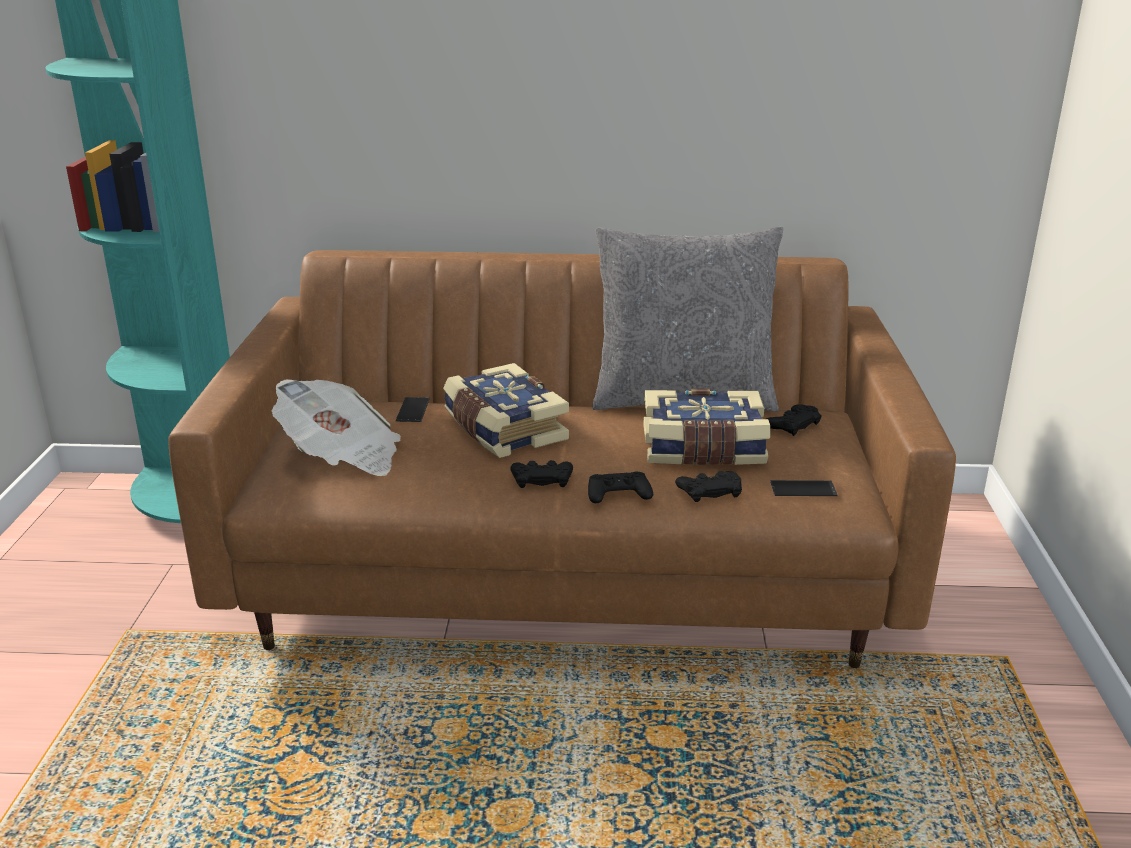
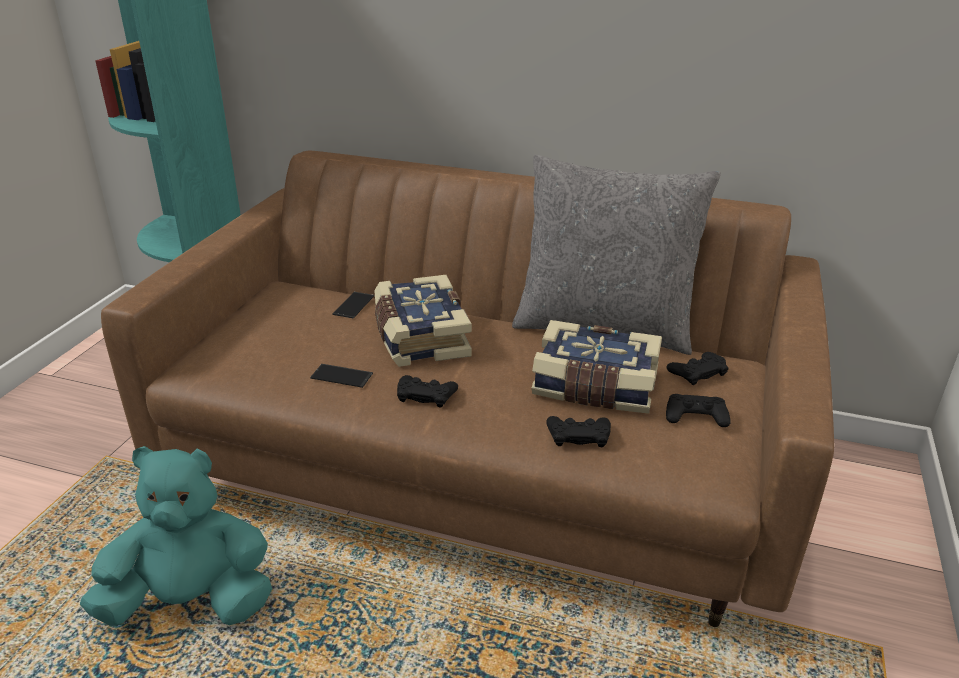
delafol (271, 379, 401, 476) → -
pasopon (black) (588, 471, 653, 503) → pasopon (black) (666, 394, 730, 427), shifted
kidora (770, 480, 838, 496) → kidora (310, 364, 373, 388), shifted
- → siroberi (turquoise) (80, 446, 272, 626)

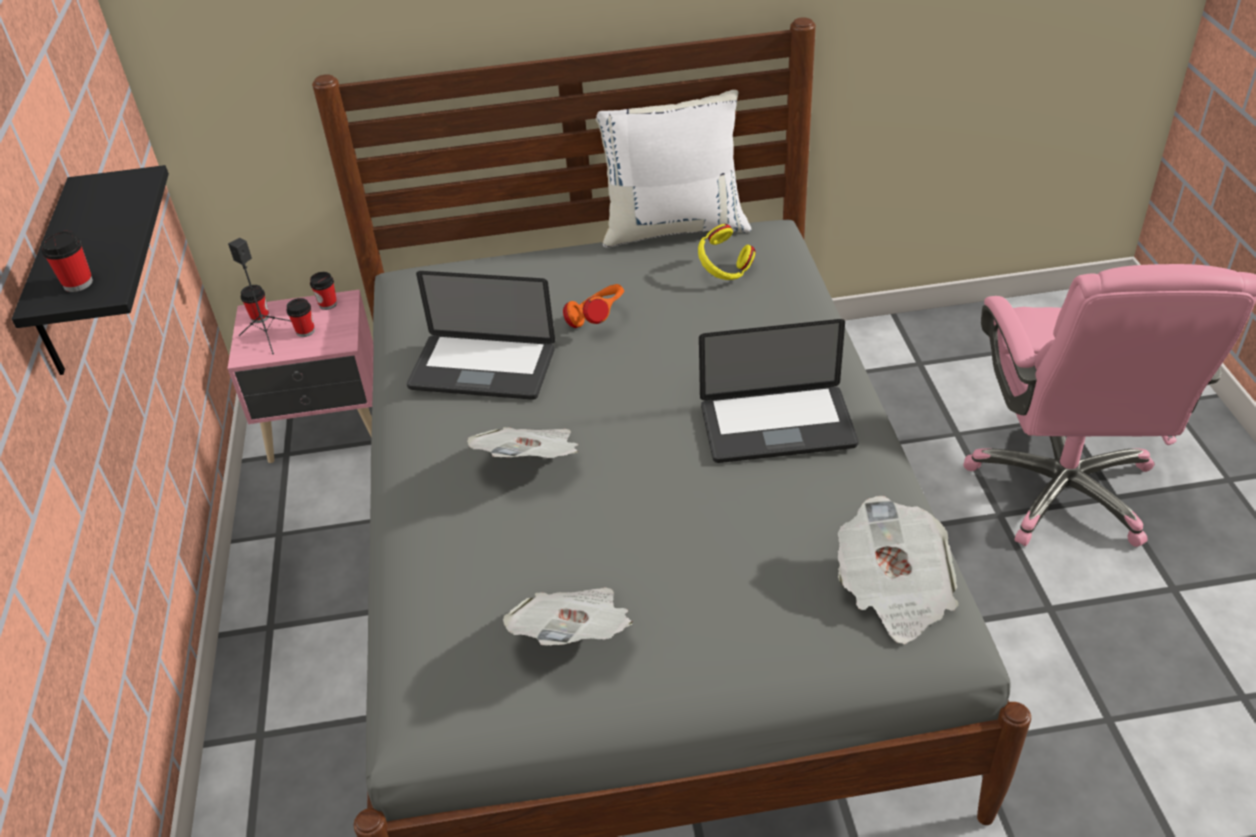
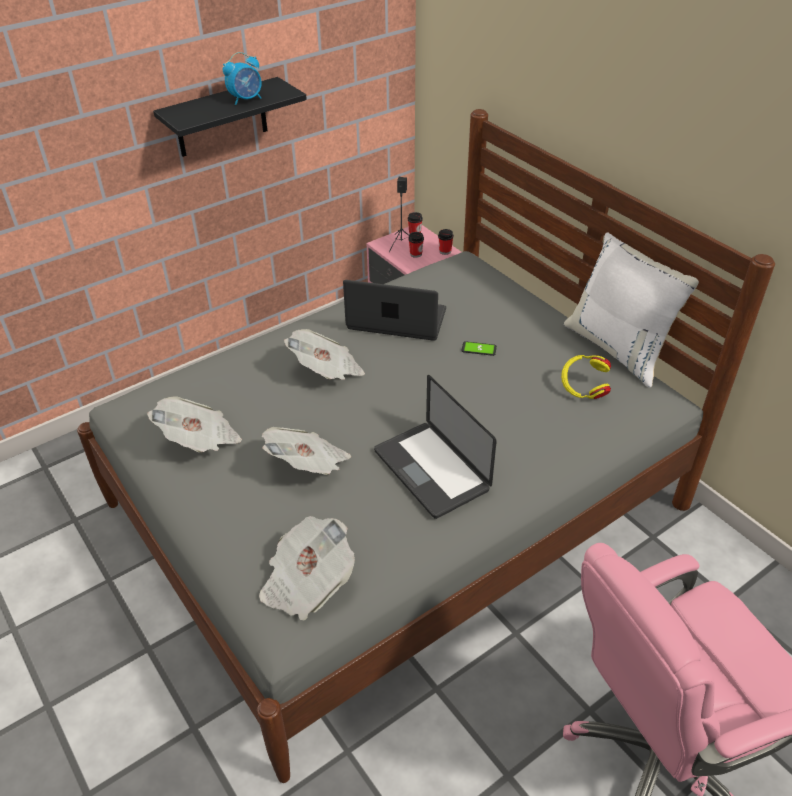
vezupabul (41, 231, 93, 292) → -
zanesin (407, 271, 555, 400) → zanesin (343, 280, 446, 341), 120 degrees clockwise
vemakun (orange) (563, 284, 624, 328) → kidora (461, 341, 497, 356)
- → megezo (223, 52, 262, 105)
- → delafol (262, 427, 351, 475)

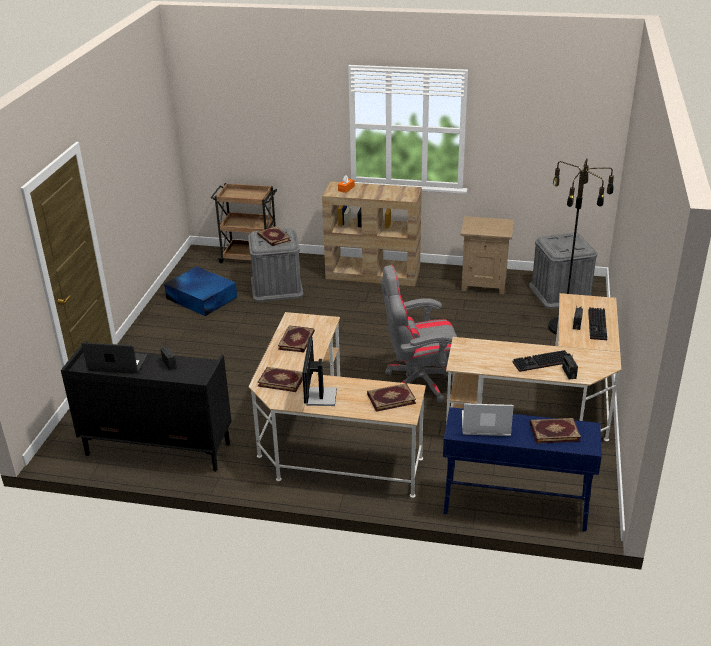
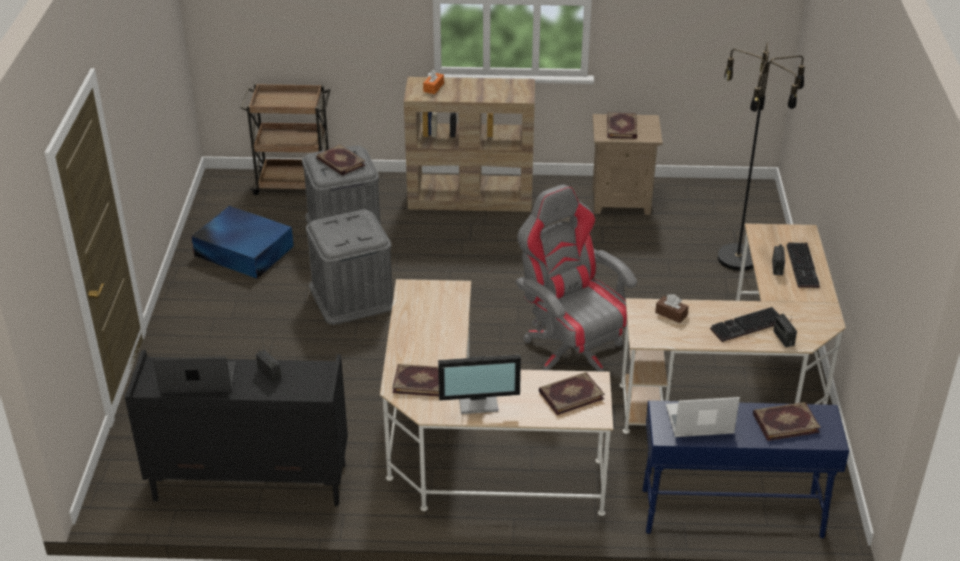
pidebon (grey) (529, 233, 597, 309) → pidebon (grey) (306, 209, 393, 325), shifted
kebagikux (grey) (381, 265, 457, 402) → kebagikux (grey) (516, 184, 637, 372), 75 degrees clockwise
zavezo (278, 325, 315, 353) → zavezo (607, 112, 637, 139), shifted
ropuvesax (302, 337, 337, 406) → ropuvesax (438, 355, 521, 414), 90 degrees counterclockwise
- → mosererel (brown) (655, 294, 689, 323)

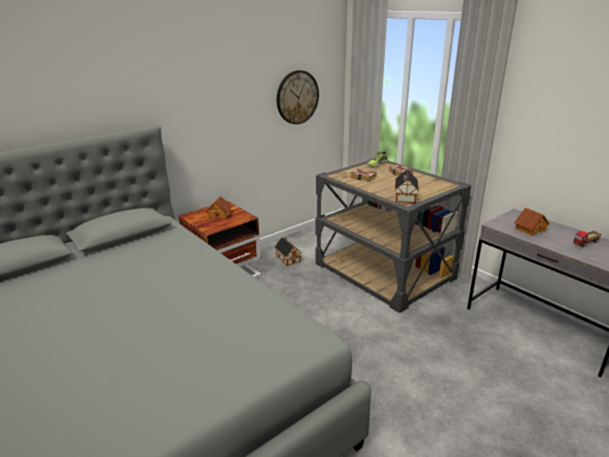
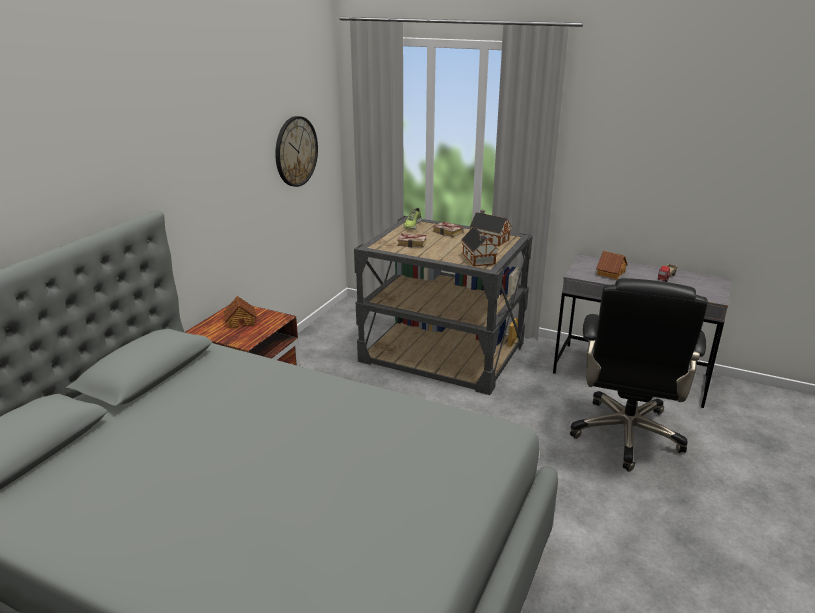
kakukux (275, 236, 302, 266) → kakukux (470, 210, 512, 247), shifted
- → kebagikux (black) (570, 278, 708, 472)

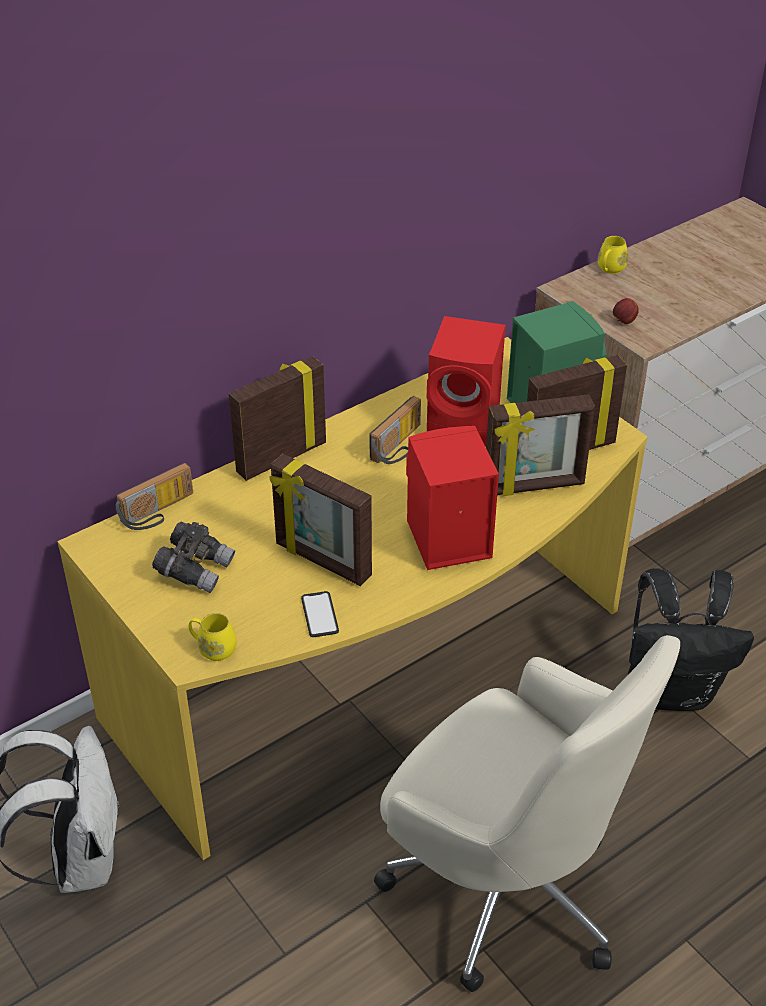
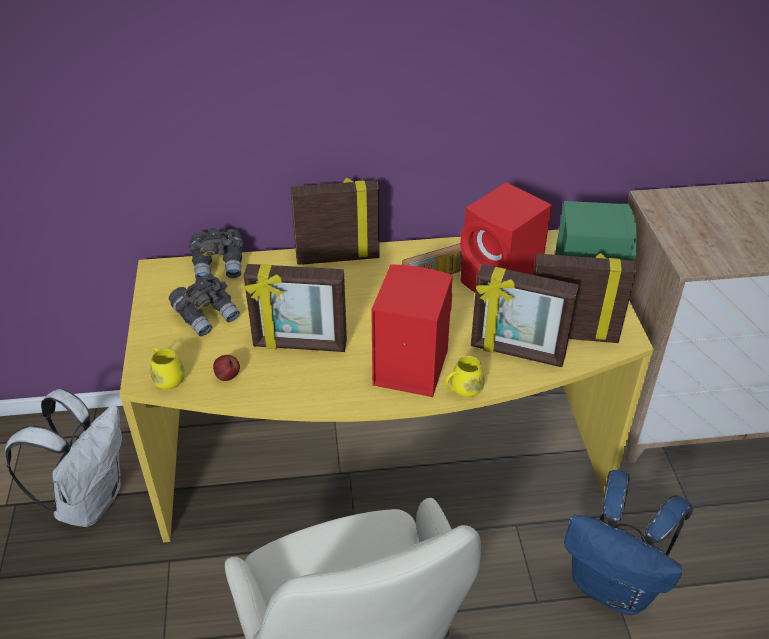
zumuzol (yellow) (598, 236, 628, 274) → zumuzol (yellow) (445, 356, 485, 397), shifted
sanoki (613, 298, 639, 324) → sanoki (213, 355, 240, 381), shifted
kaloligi (269, 454, 372, 586) → kaloligi (244, 264, 347, 352), 60 degrees counterclockwise
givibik (116, 463, 193, 530) → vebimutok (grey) (189, 228, 243, 278)
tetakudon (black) (628, 568, 754, 711) → tetakudon (blue) (564, 470, 693, 615)
kidora (301, 591, 339, 637) → -

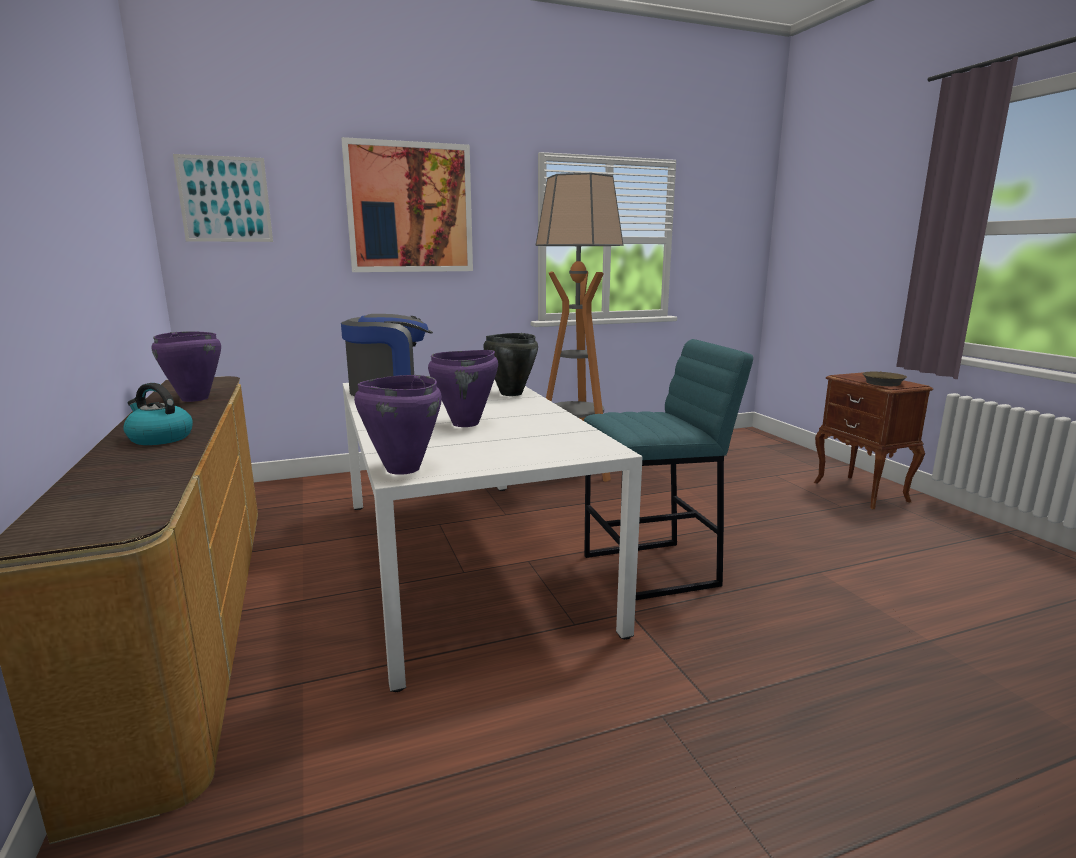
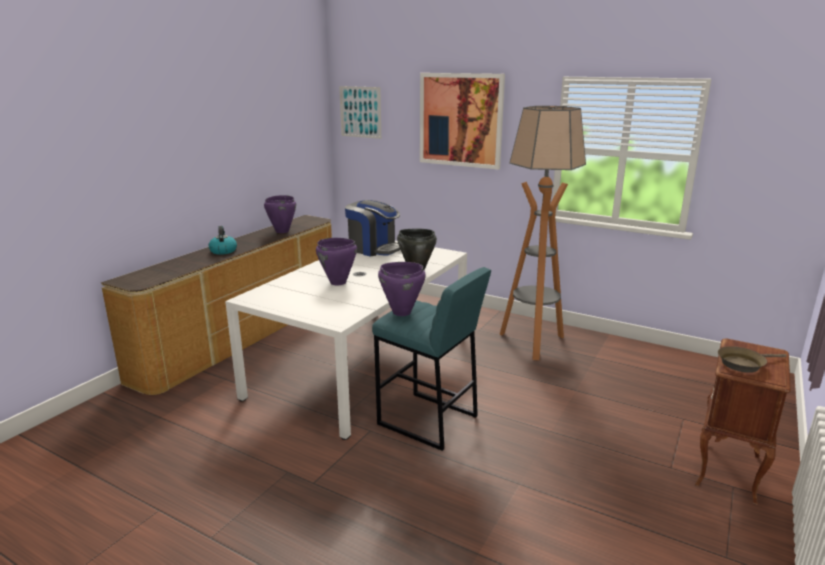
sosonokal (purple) (354, 375, 442, 475) → sosonokal (purple) (378, 262, 426, 316), shifted

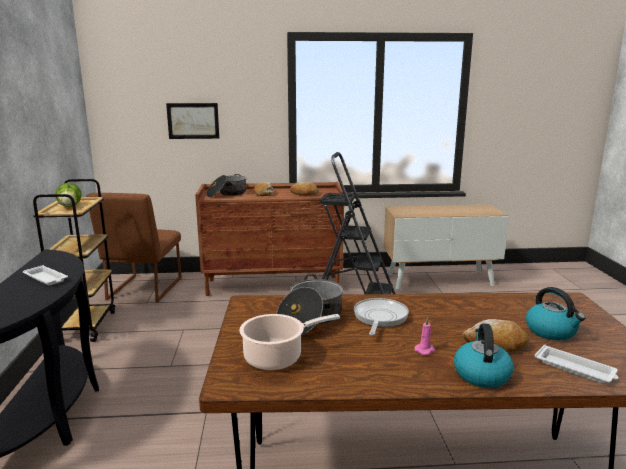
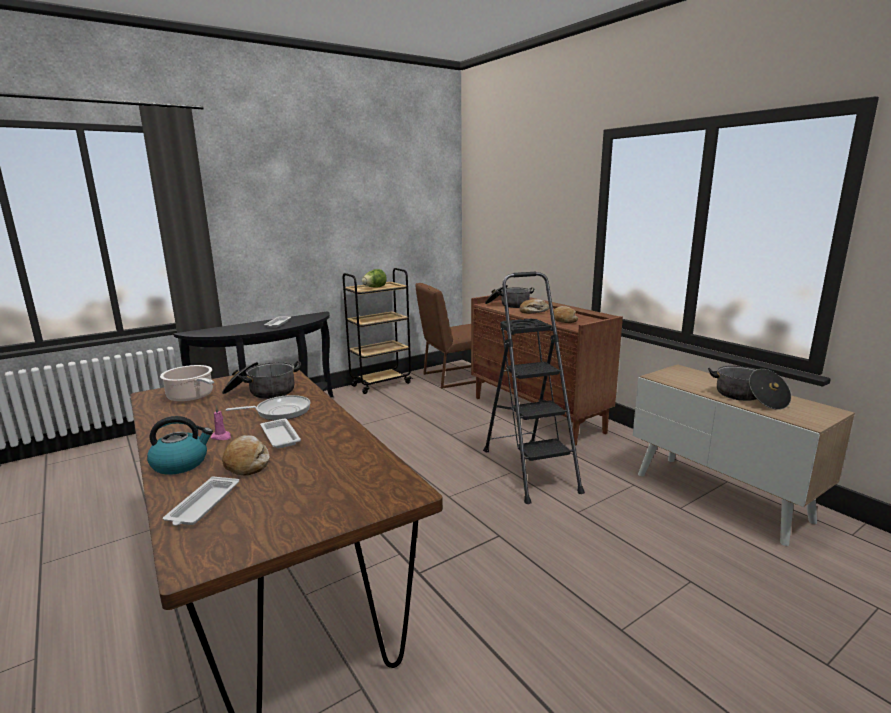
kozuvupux (166, 103, 219, 139) → -
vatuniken (526, 287, 585, 341) → -
- → sosonokal (708, 366, 791, 410)
- → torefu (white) (260, 418, 301, 449)

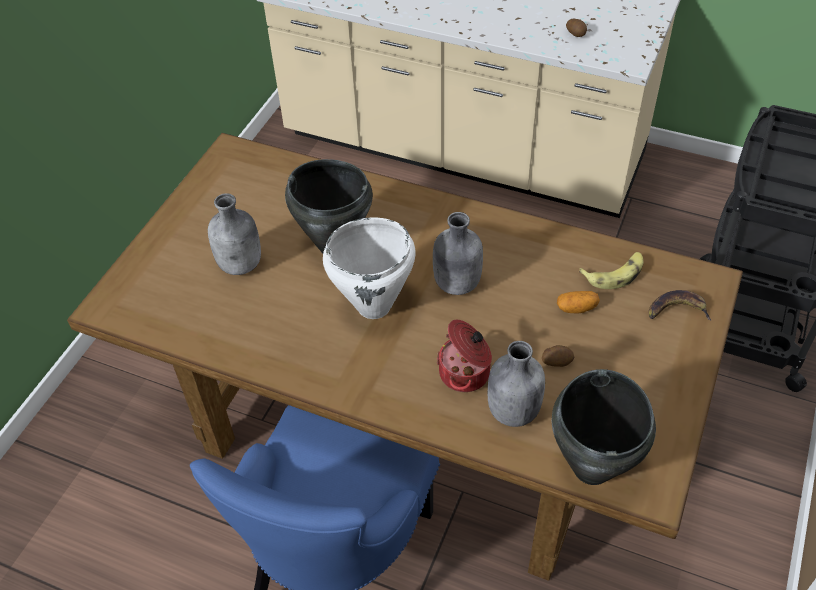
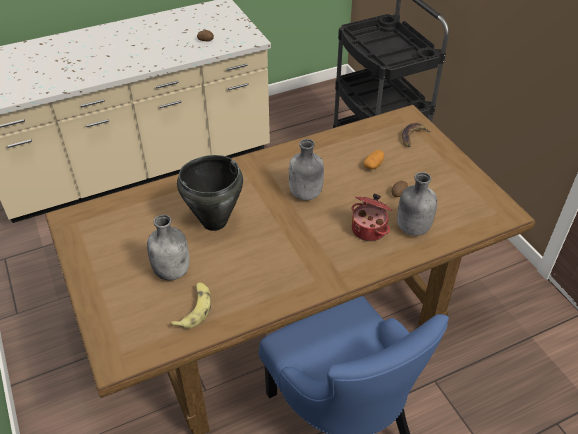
sosonokal (white) (323, 218, 416, 319) → -
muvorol (578, 252, 644, 289) → muvorol (170, 282, 211, 328), shifted
sosonokal (black) (552, 369, 656, 485) → -

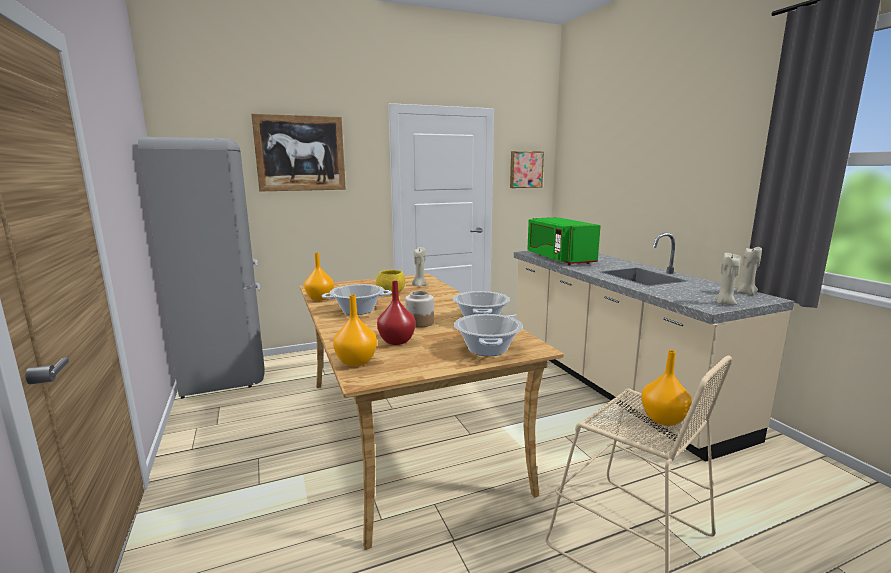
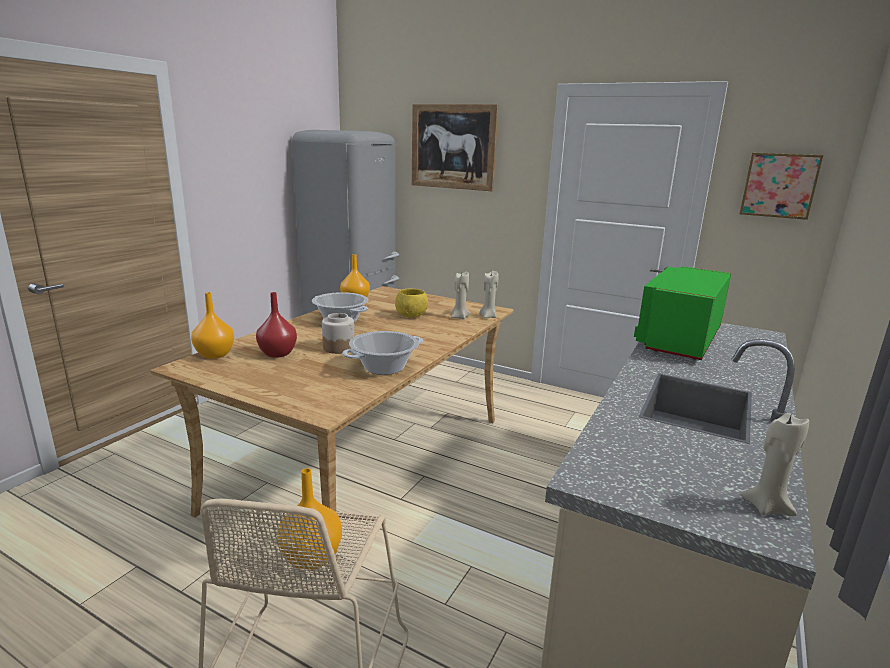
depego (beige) (715, 253, 741, 305) → depego (beige) (479, 271, 499, 318), shifted
sosonokal (454, 314, 523, 356) → -

